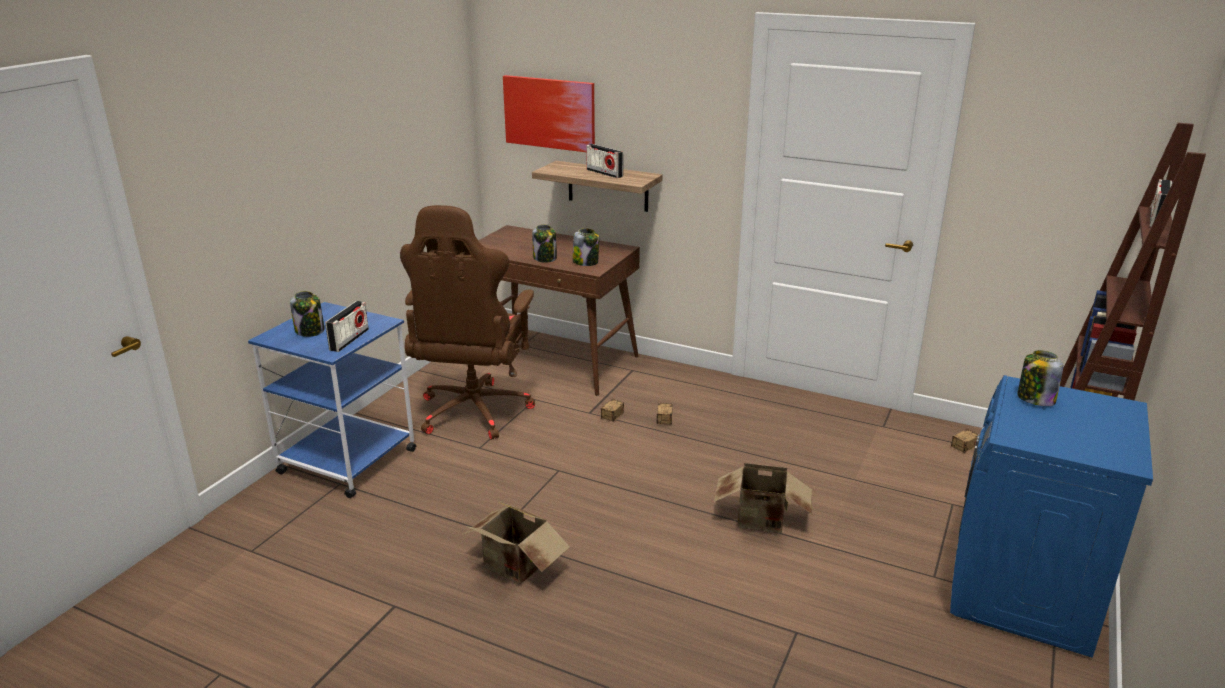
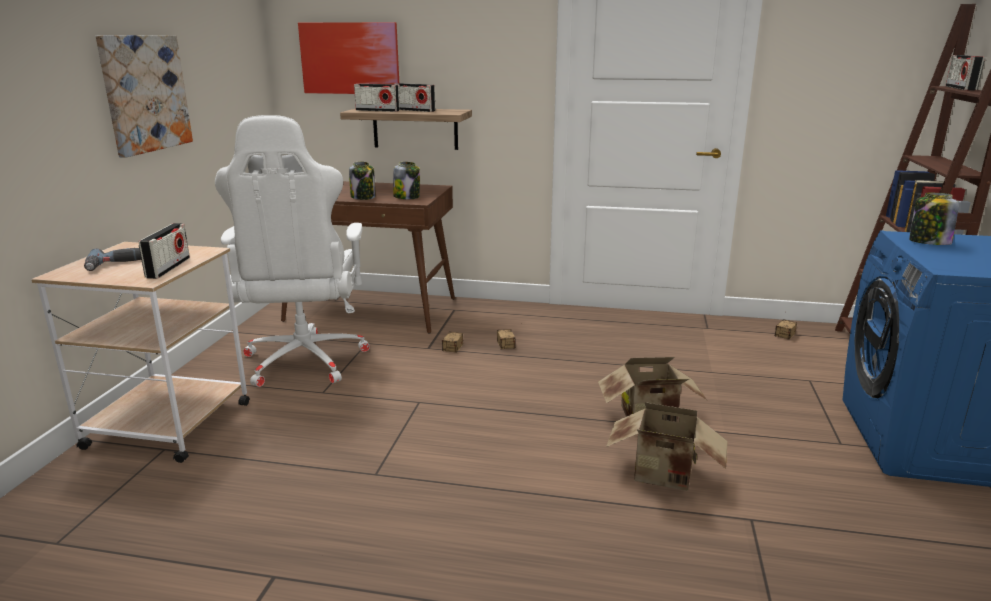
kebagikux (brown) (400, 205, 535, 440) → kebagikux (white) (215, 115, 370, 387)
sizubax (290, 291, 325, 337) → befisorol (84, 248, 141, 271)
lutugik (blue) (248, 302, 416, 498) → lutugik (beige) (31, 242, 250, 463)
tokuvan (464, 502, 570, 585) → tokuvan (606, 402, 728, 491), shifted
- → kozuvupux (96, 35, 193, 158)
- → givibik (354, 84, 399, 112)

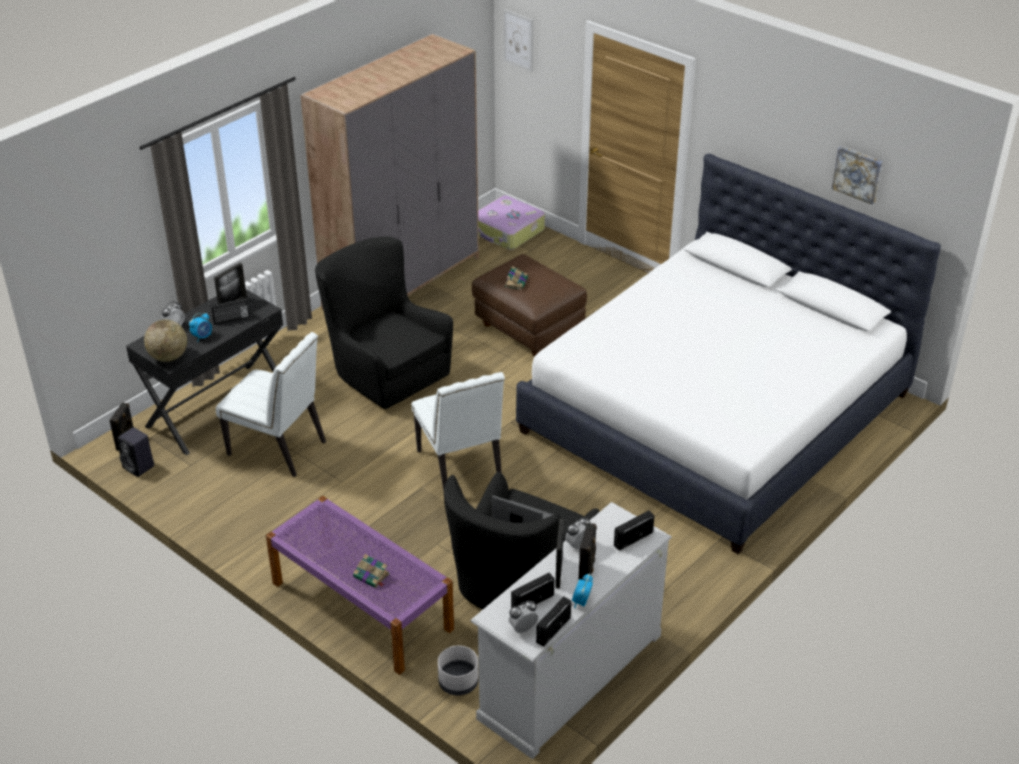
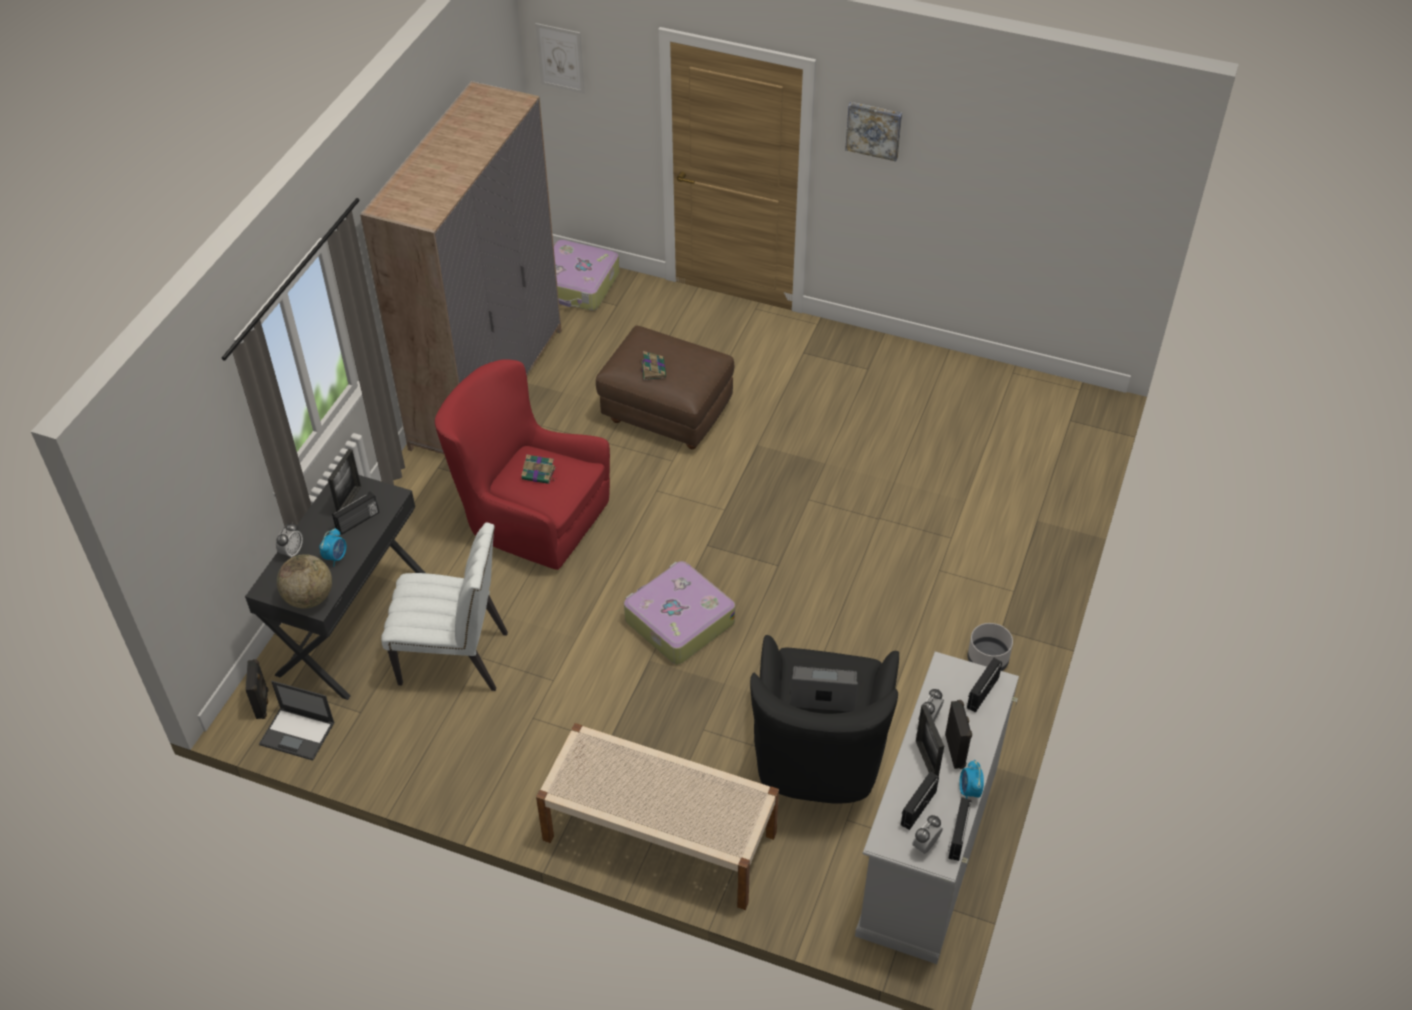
kozuvupux (832, 146, 883, 205) → kozuvupux (845, 102, 902, 161), shifted
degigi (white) (516, 154, 941, 554) → -
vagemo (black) (315, 236, 453, 409) → vagemo (red) (435, 359, 610, 570)
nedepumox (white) (411, 372, 505, 490) → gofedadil (624, 561, 735, 664)
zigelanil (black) (118, 427, 154, 477) → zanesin (259, 681, 335, 761)
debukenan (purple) (266, 496, 454, 675) → debukenan (beige) (536, 723, 779, 910)
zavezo (353, 554, 390, 588) → zavezo (522, 454, 556, 484), shifted
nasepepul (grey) (438, 646, 478, 695) → nasepepul (grey) (968, 623, 1013, 671), shifted

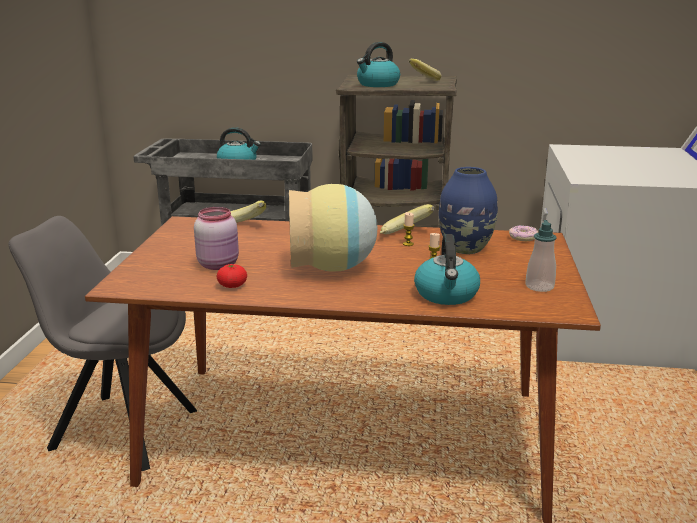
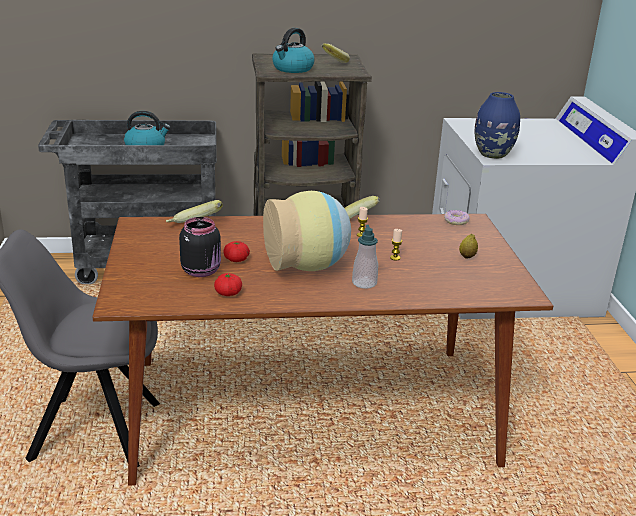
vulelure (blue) (439, 167, 498, 254) → vulelure (blue) (475, 92, 520, 159), shifted
sizubax (pink) (194, 207, 239, 270) → sizubax (black) (179, 217, 221, 277)
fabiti (525, 220, 557, 292) → fabiti (352, 225, 378, 289), shifted
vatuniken (414, 234, 480, 305) → -
- → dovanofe (459, 234, 478, 259)
- → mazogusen (223, 241, 250, 262)

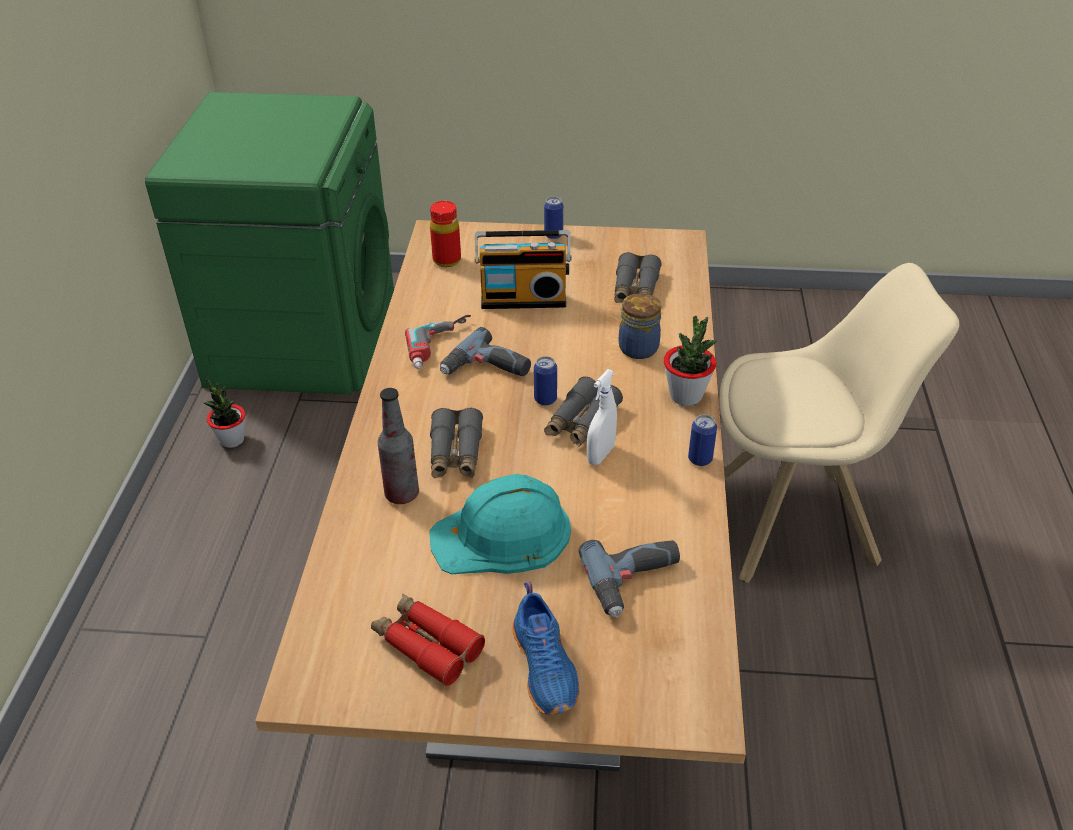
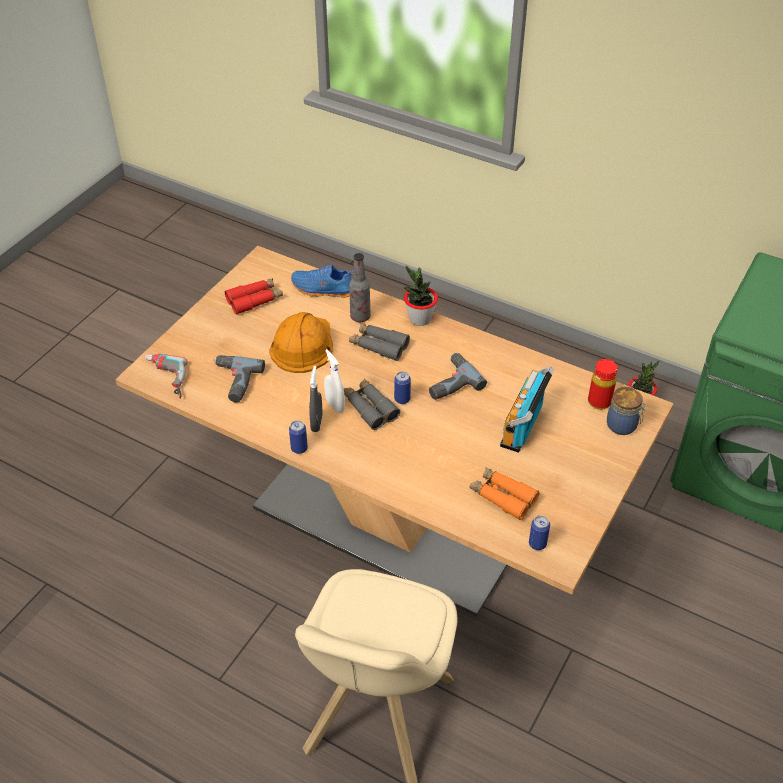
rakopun (544, 197, 563, 239) → rakopun (529, 515, 550, 550), shifted
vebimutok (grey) (614, 252, 662, 303) → vebimutok (orange) (470, 467, 539, 520)
sizubax (619, 293, 661, 359) → sizubax (607, 387, 645, 435), shifted
befisorol (405, 315, 471, 370) → befisorol (145, 353, 188, 398), shifted
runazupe (664, 315, 717, 406) → runazupe (404, 265, 438, 326), shifted
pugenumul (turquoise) (429, 474, 571, 574) → pugenumul (orange) (269, 312, 333, 373)
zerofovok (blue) (512, 582, 580, 715) → zerofovok (blue) (291, 265, 353, 298), shifted
- → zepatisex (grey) (309, 366, 323, 432)

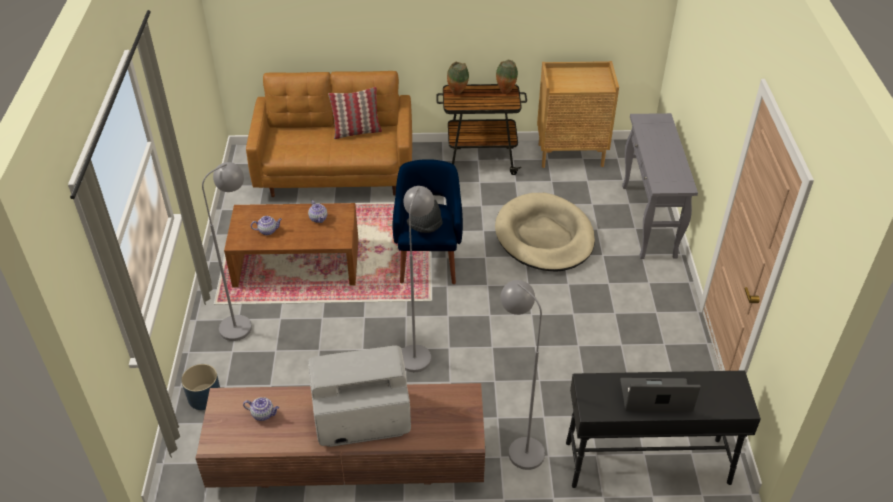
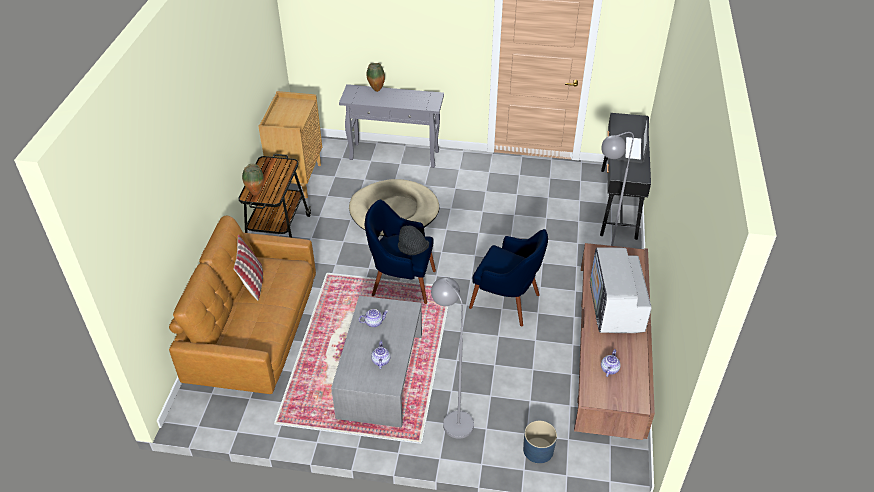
vulelure (496, 60, 518, 94) → vulelure (367, 63, 385, 92), shifted
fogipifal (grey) (402, 186, 434, 372) → vagemo (blue) (469, 229, 548, 326)
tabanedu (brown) (224, 203, 359, 287) → tabanedu (grey) (331, 296, 422, 428)

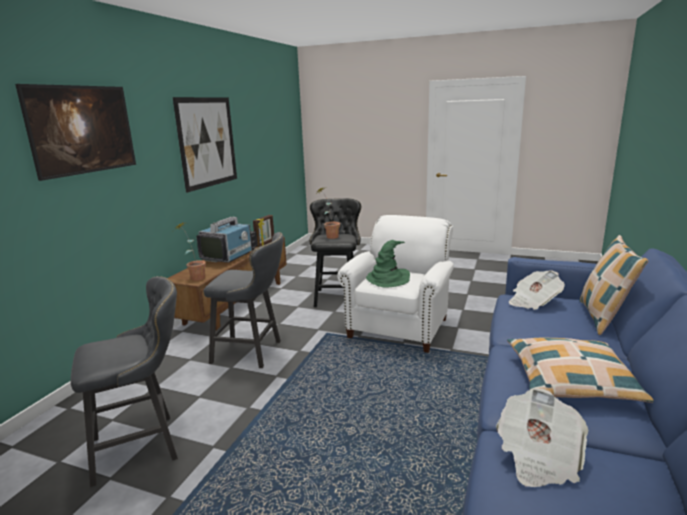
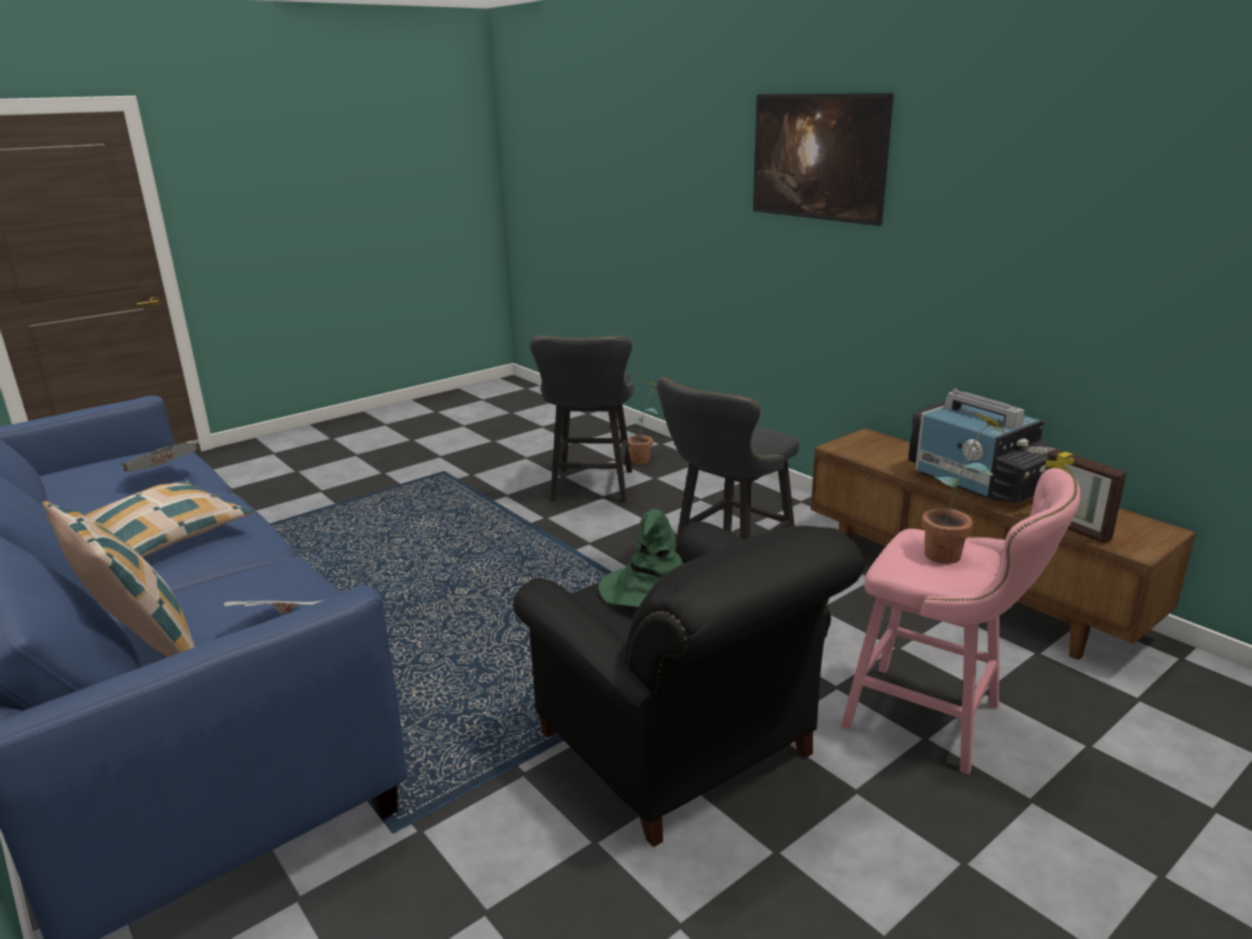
kozuvupux (173, 97, 237, 193) → -
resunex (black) (309, 198, 361, 307) → resunex (pink) (841, 468, 1081, 775)
vagemo (white) (337, 215, 454, 353) → vagemo (black) (513, 522, 865, 847)
runazupe (174, 221, 206, 281) → runazupe (628, 381, 659, 464), shifted

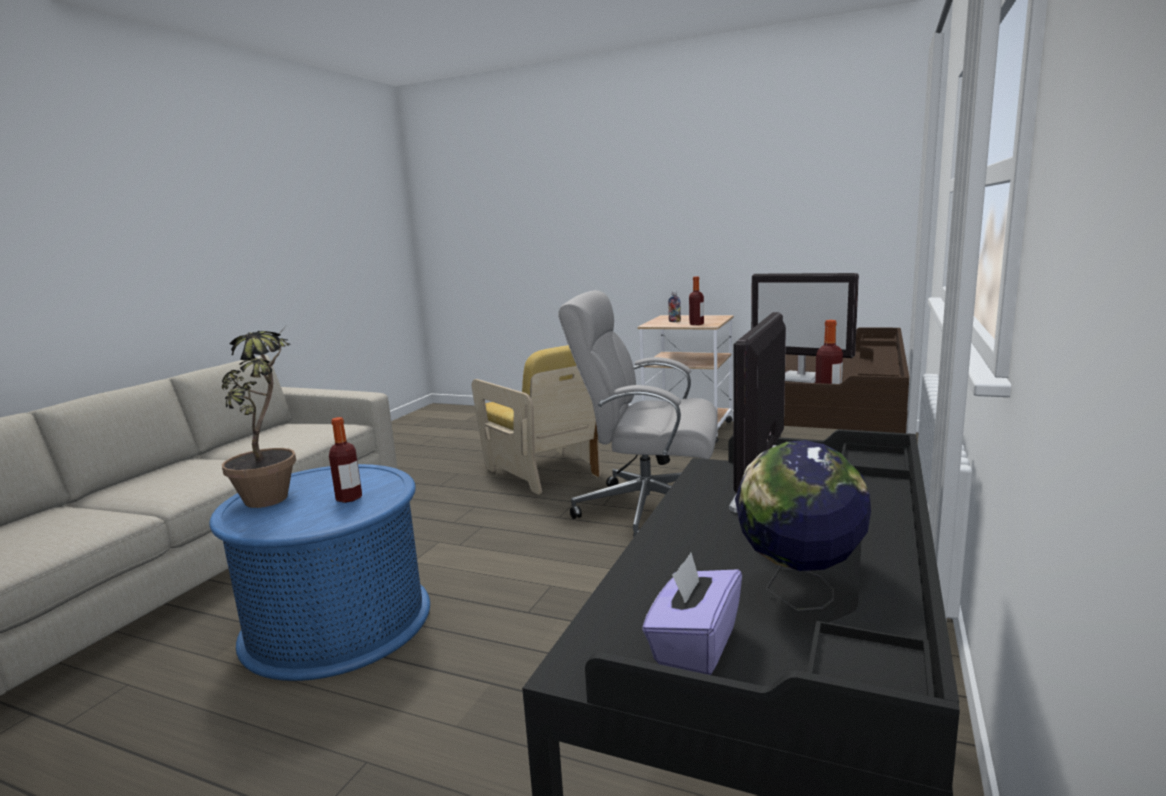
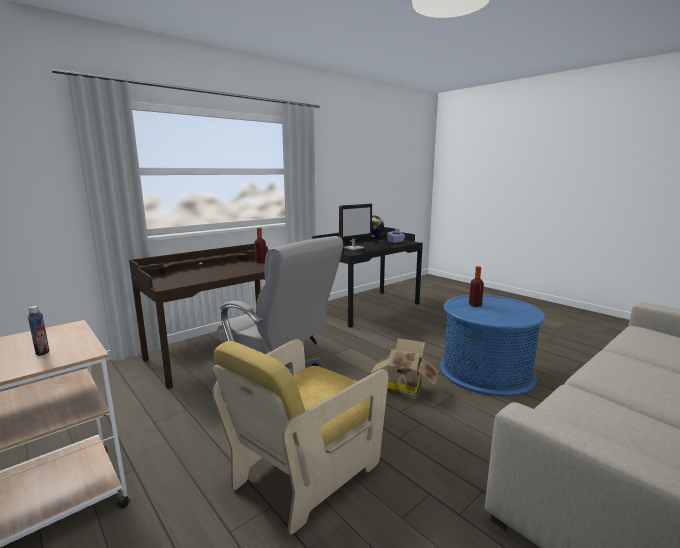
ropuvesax (751, 273, 859, 383) → -
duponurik (689, 277, 704, 325) → -
runazupe (222, 331, 296, 508) → -
vagemo (yellow) (472, 345, 601, 495) → vagemo (yellow) (212, 339, 388, 534), 135 degrees counterclockwise
- → tokuvan (370, 338, 439, 399)

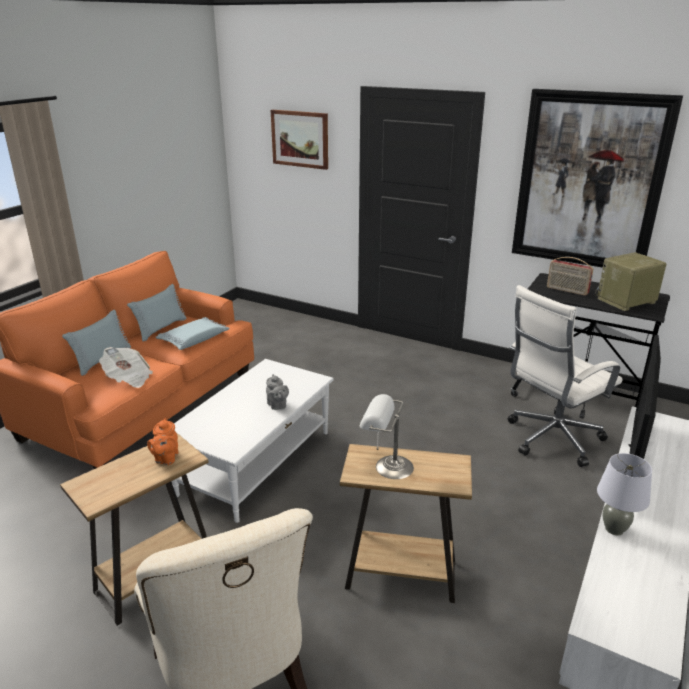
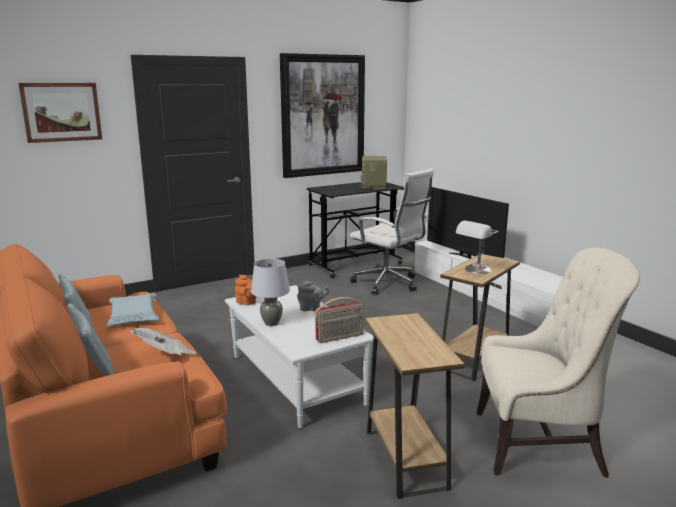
givibik (547, 257, 593, 296) → givibik (315, 297, 364, 343), shifted
kebagikux (white) (508, 285, 623, 467) → kebagikux (white) (350, 168, 434, 294), 45 degrees counterclockwise
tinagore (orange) (147, 418, 178, 465) → tinagore (orange) (235, 274, 256, 305), shifted
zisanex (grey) (597, 453, 652, 536) → zisanex (grey) (251, 259, 290, 326), shifted

